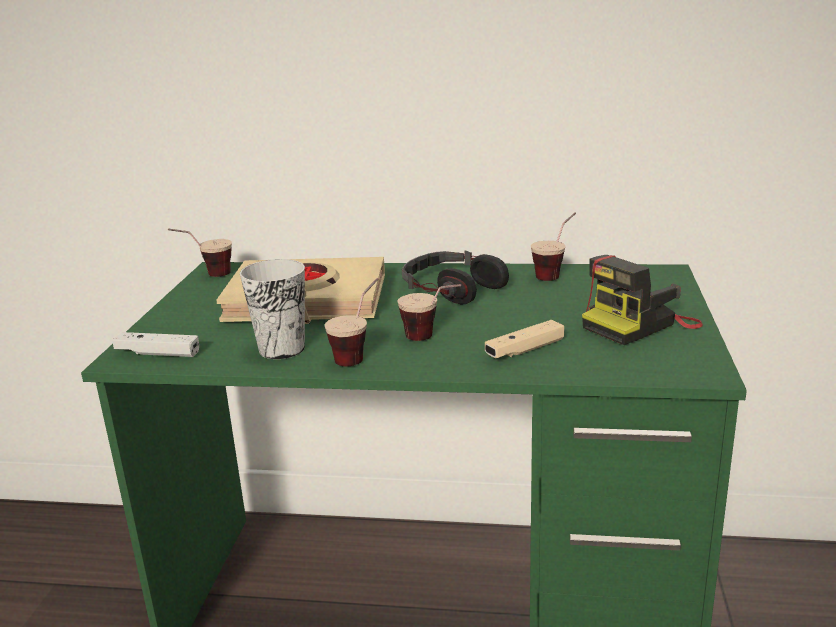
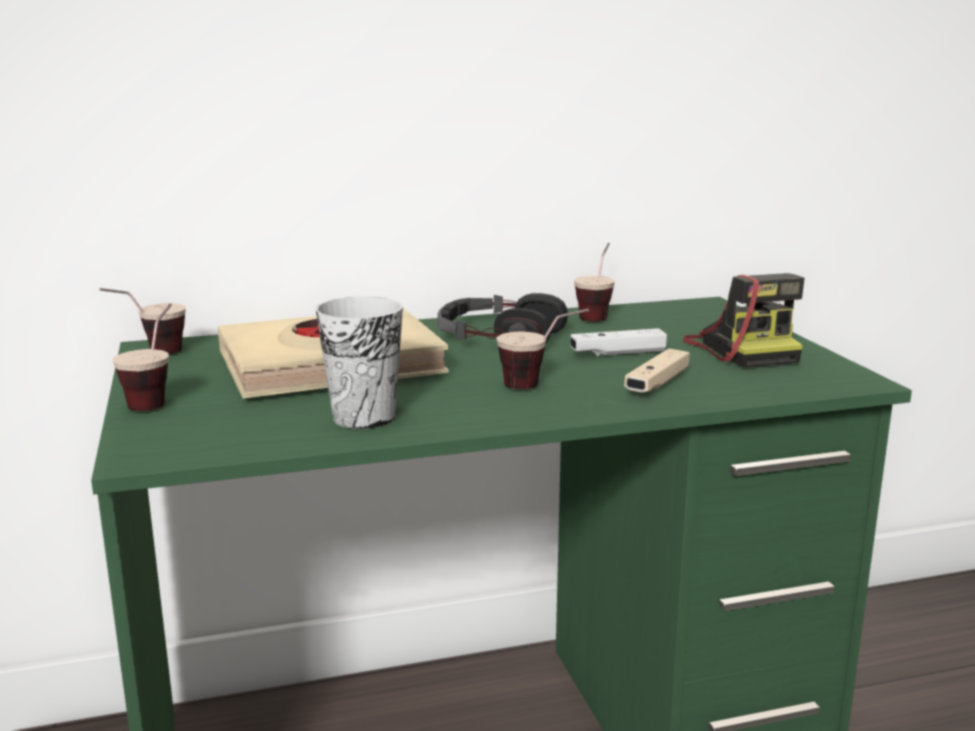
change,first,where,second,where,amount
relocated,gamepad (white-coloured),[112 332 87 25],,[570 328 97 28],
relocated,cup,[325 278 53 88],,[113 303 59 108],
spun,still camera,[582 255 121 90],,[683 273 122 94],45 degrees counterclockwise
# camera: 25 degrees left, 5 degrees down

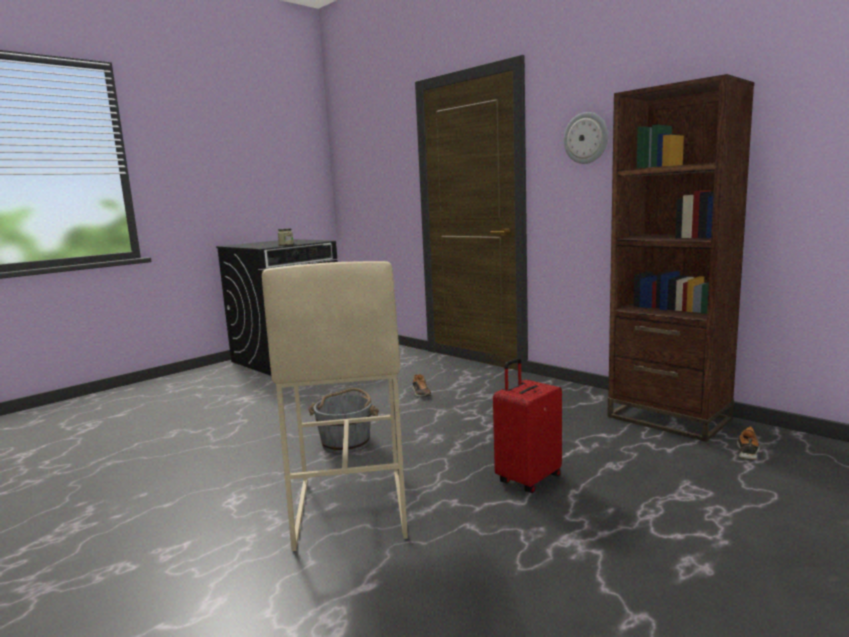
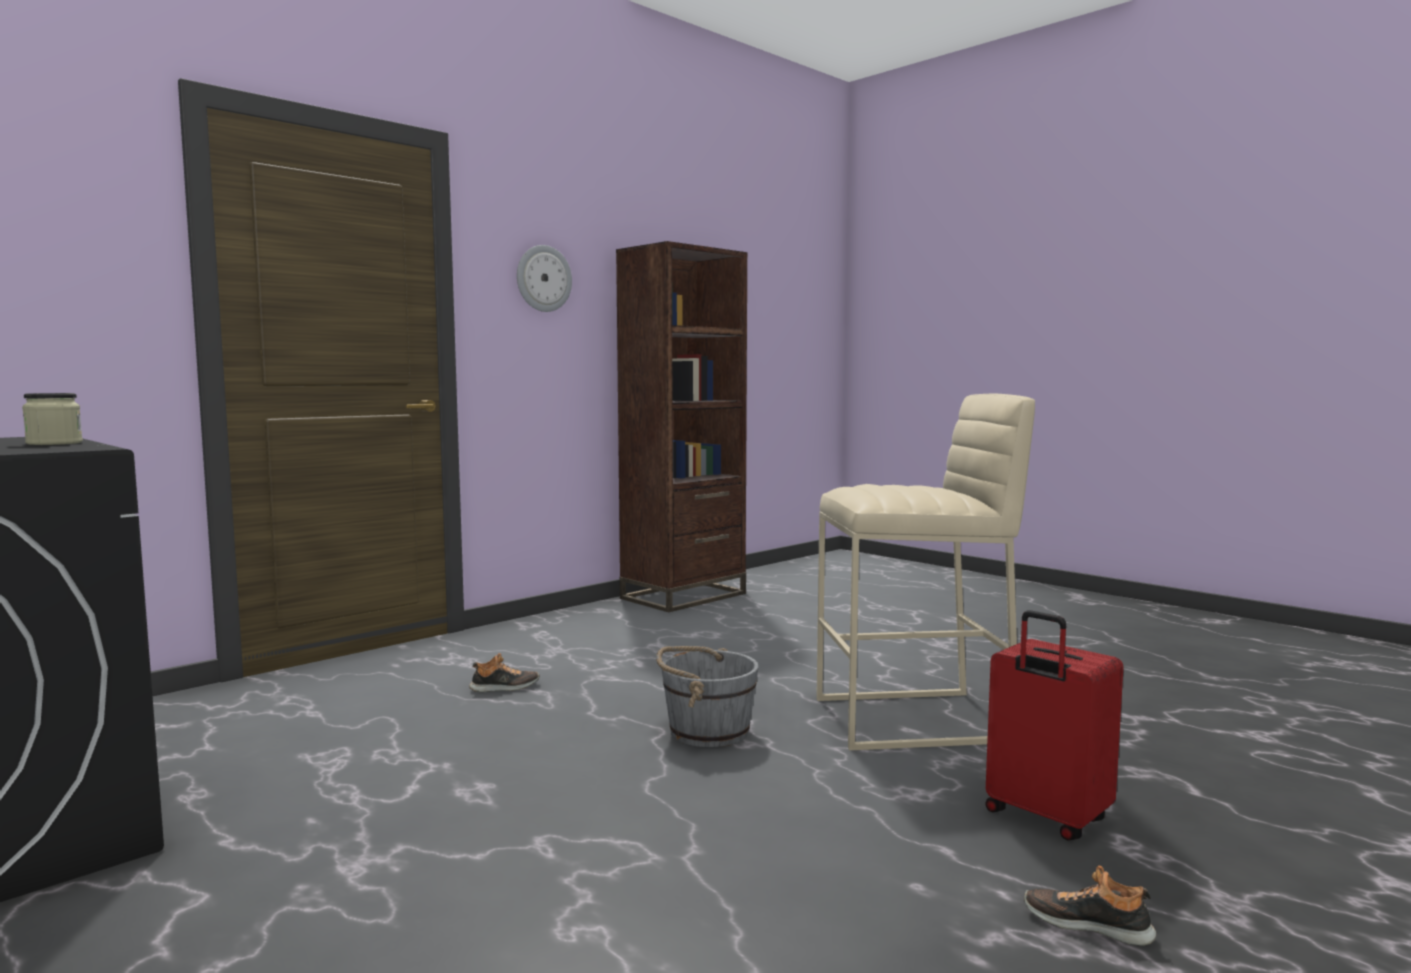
change,first,where,second,where,amount
relocated,piece of luggage (red-coloured),[493 358 69 135],,[985 610 138 231],
relocated,shoe,[737 427 23 33],,[1024 866 132 80],
# camera: 90 degrees left, 5 degrees down

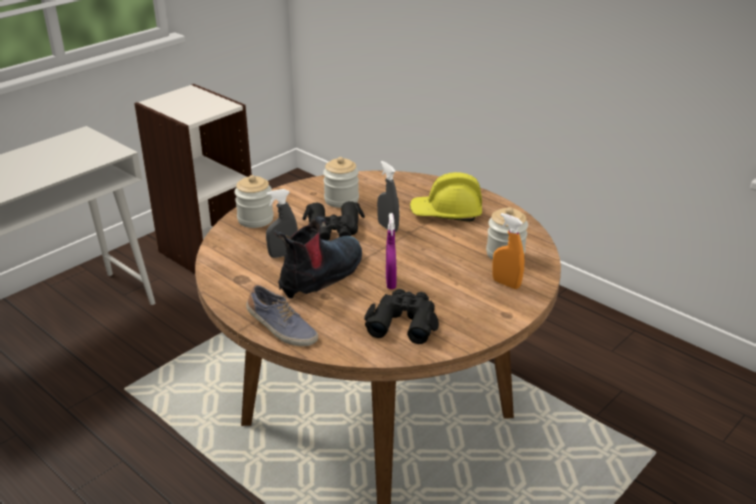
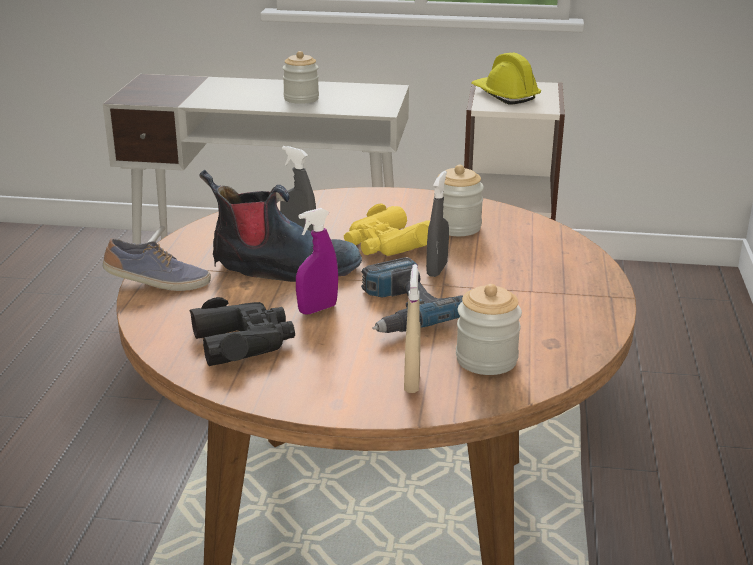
change,first,where,second,where,amount
relocated,preserve jar,[235 175 39 53],,[283 51 36 53],
spun,shoe,[246 285 72 61],,[103 238 108 53],90 degrees counterclockwise
colour,binoculars (blackish),[302 201 63 40],binoculars (yellow),[344 204 86 52],
relocated,work helmet (yellow),[410 172 72 50],,[472 52 69 53],
colour,hand sprayer (orange-coloured),[493 213 31 76],hand sprayer (sand-coloured),[404 264 17 129],
appeared,,,power drill,[361 257 102 76],
# camera: 55 degrees right, 5 degrees down

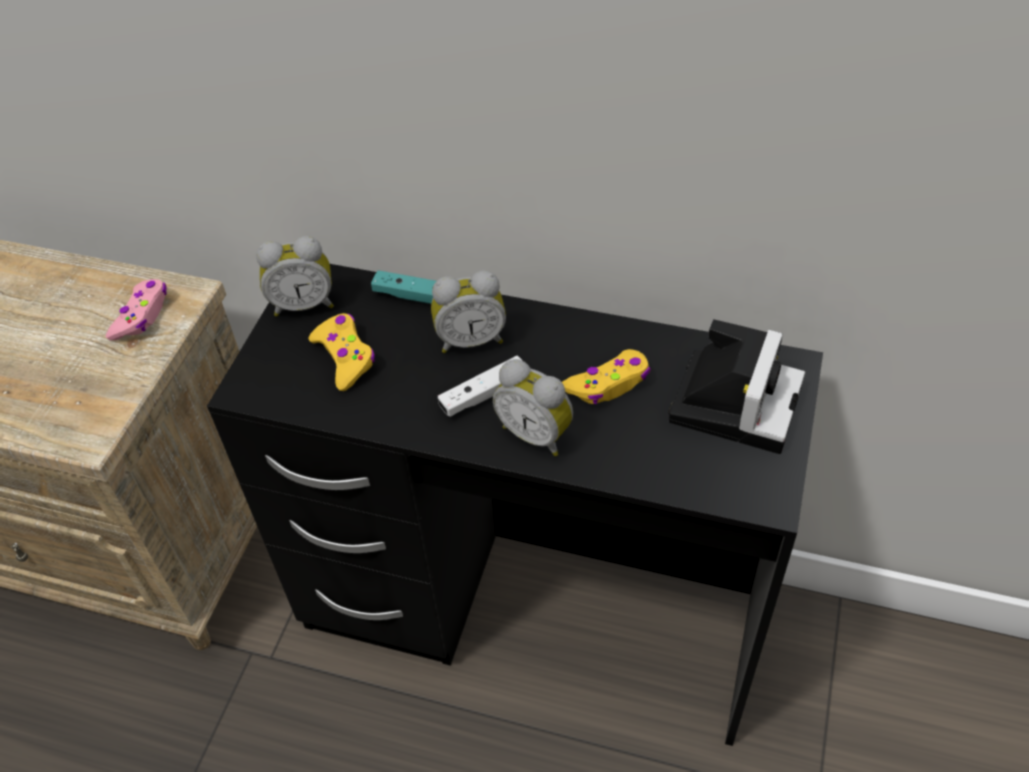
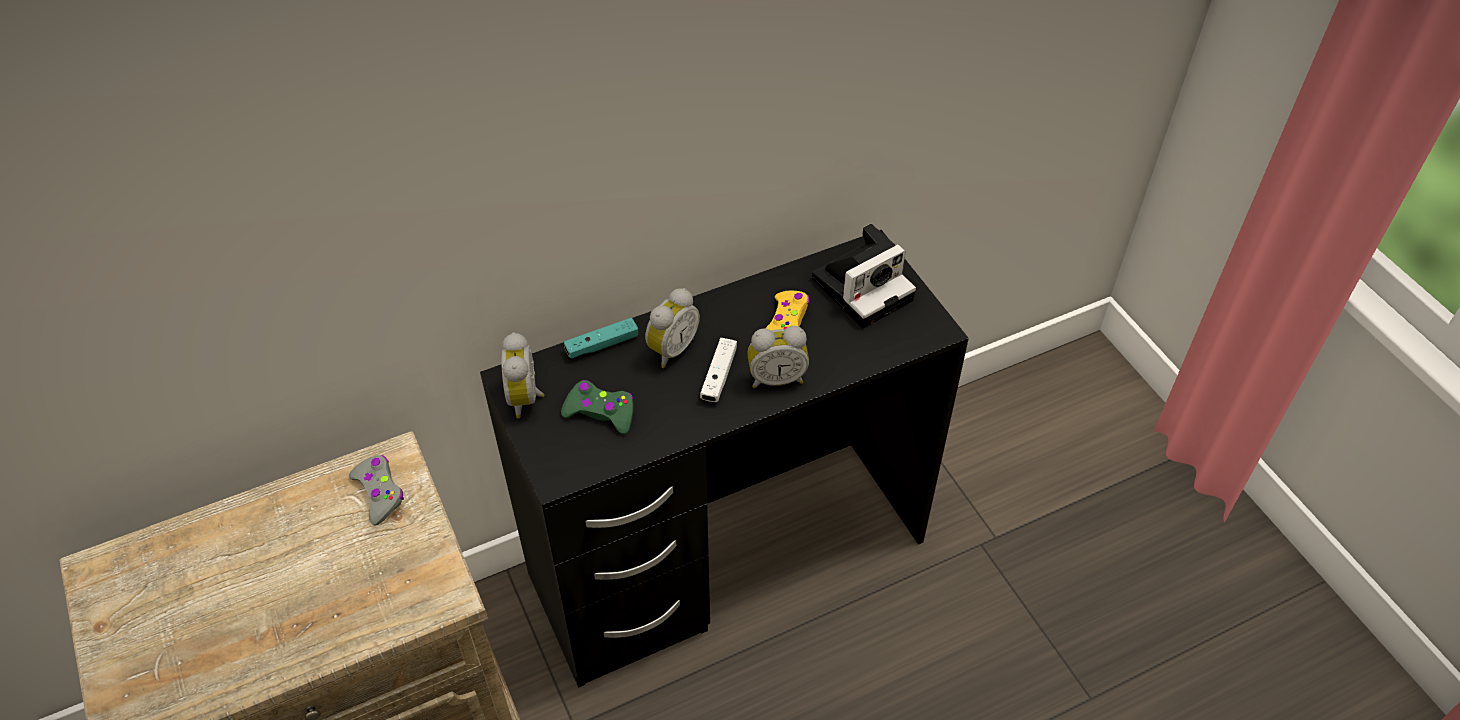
change,first,where,second,where,amount
colour,gamepad (pink),[106 279 61 61],gamepad (grey),[349 455 55 71],
spun,table clock,[256 236 78 80],,[501 332 44 86],135 degrees clockwise
colour,gamepad (yellow),[309 313 66 78],gamepad (green-coloured),[561 380 73 54],
spun,still camera,[668 319 137 135],,[812 224 104 104],75 degrees clockwise
# camera: 45 degrees left, 0 degrees up

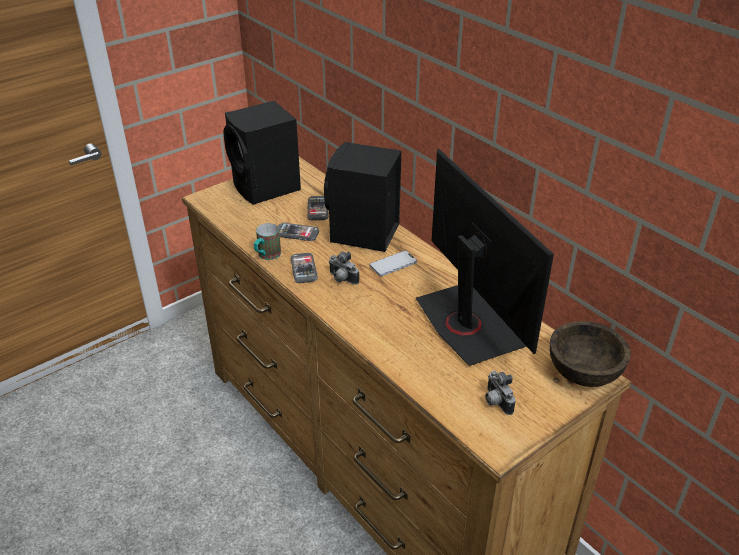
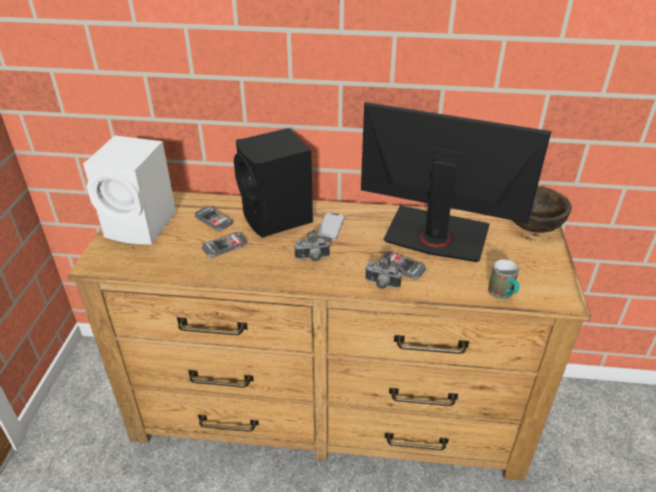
change,first,where,second,where,amount
colour,loudspeaker (blackish),[223 101 78 104],loudspeaker (white-coloured),[83 135 93 110],
relocated,coffee mug,[254 223 27 37],,[488 259 32 41],
relocated,telephone,[291 253 27 30],,[383 251 43 28],
relocated,still camera,[485 370 31 45],,[366 256 36 33],
# camera: 45 degrees left, 0 degrees up

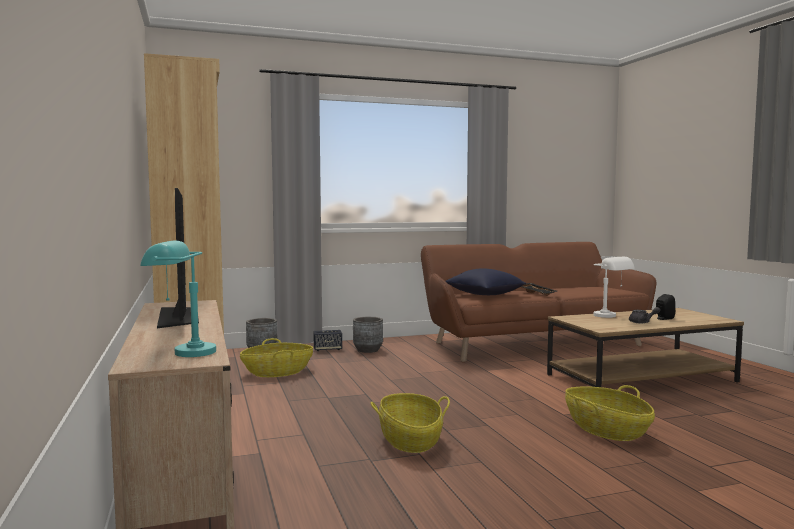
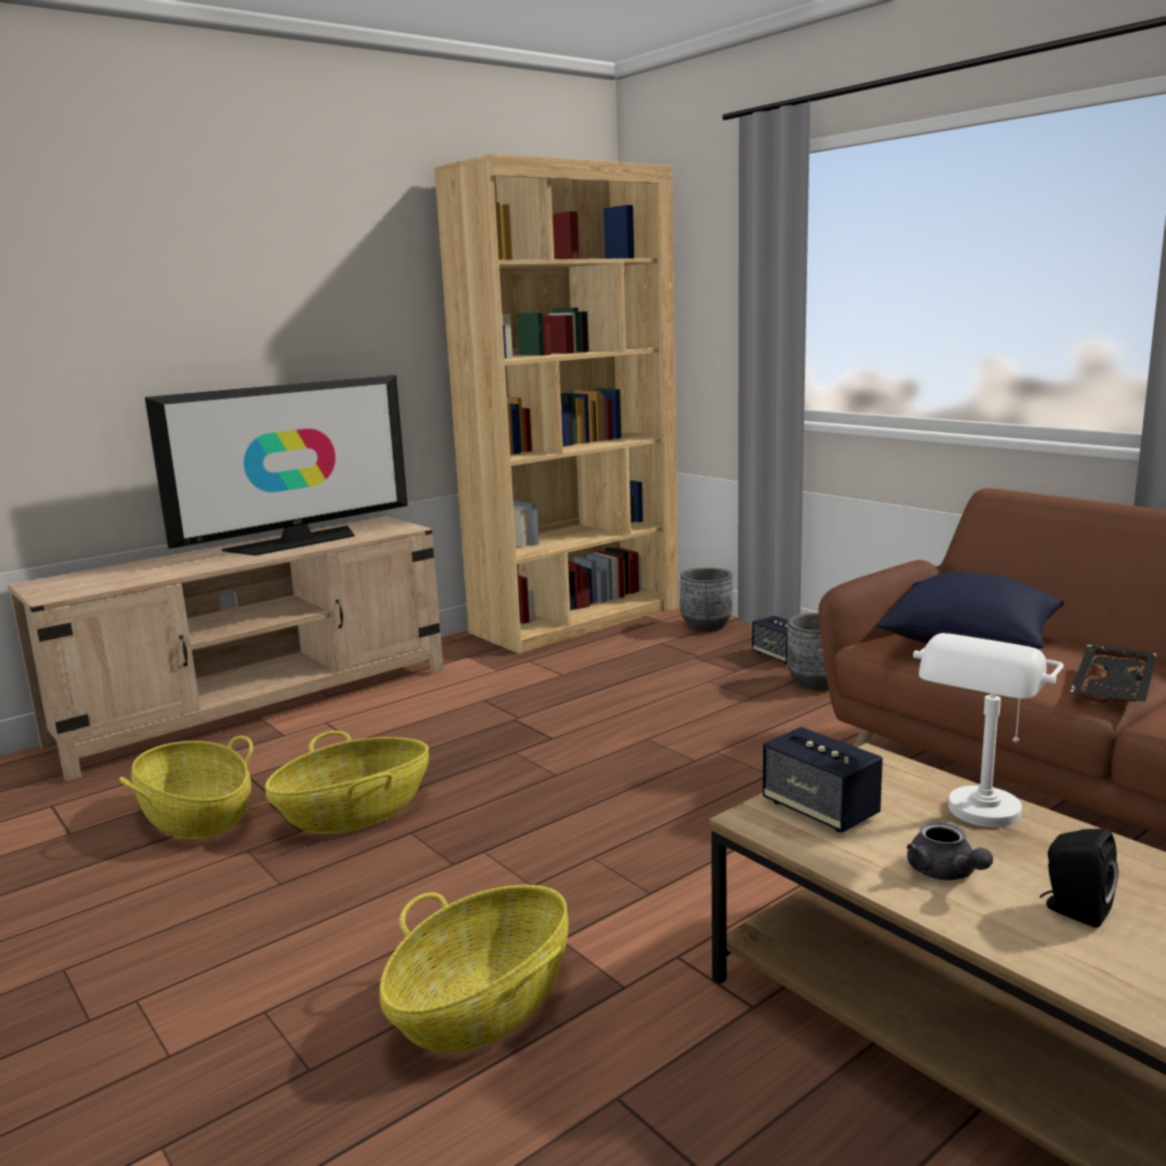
change,first,where,second,where,amount
missing,lamp for a table (blue-green),[140 240 76 117],,,
relocated,basket,[240 338 73 39],,[119 736 134 103],
appeared,,,loudspeaker,[763 727 120 105],
# camera: 70 degrees right, 10 degrees up

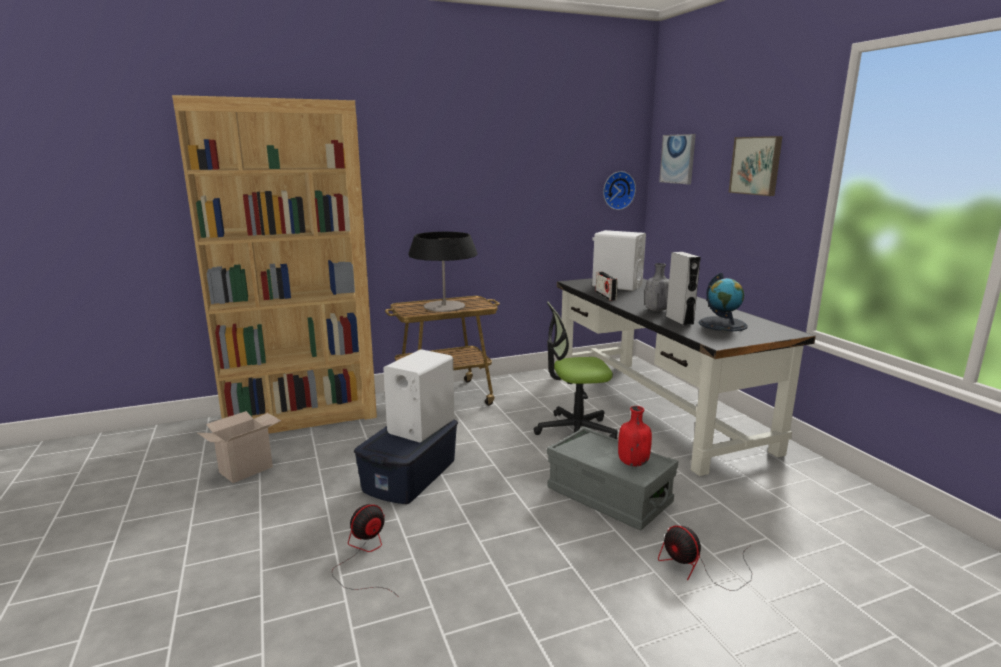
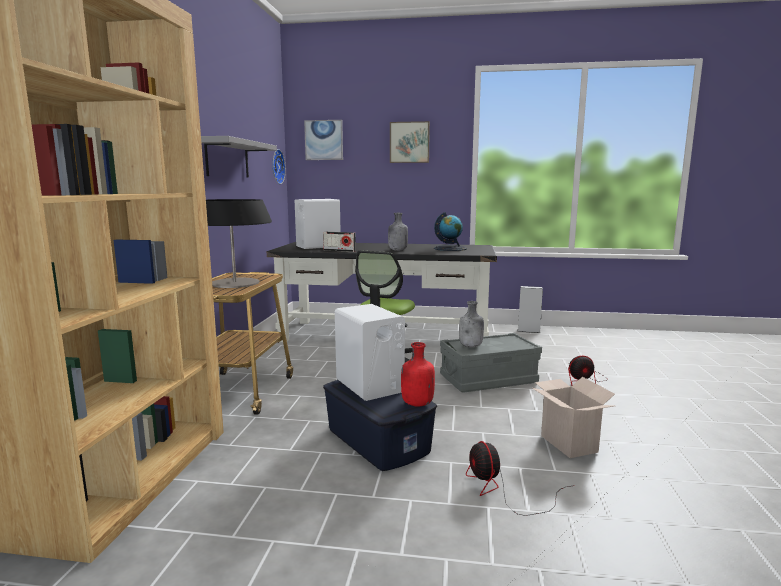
change,first,where,second,where,amount
relocated,carton,[198 411 83 72],,[532 377 83 81],
relocated,beverage bottle (red-coloured),[618 406 34 60],,[401 342 34 65],
relocated,loudspeaker (grey),[666 252 35 74],,[518 286 25 47],
appeared,,,shelf (grey),[201 136 76 41],
appeared,,,beverage bottle (grey),[459 301 25 46],
# camera: 60 degrees left, 5 degrees down

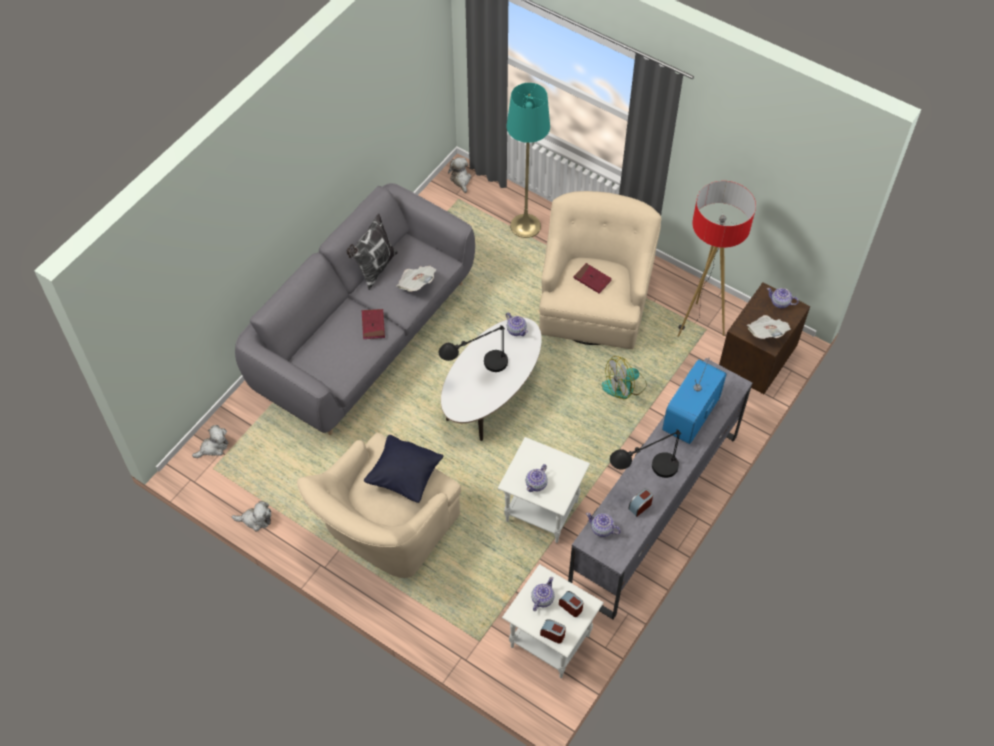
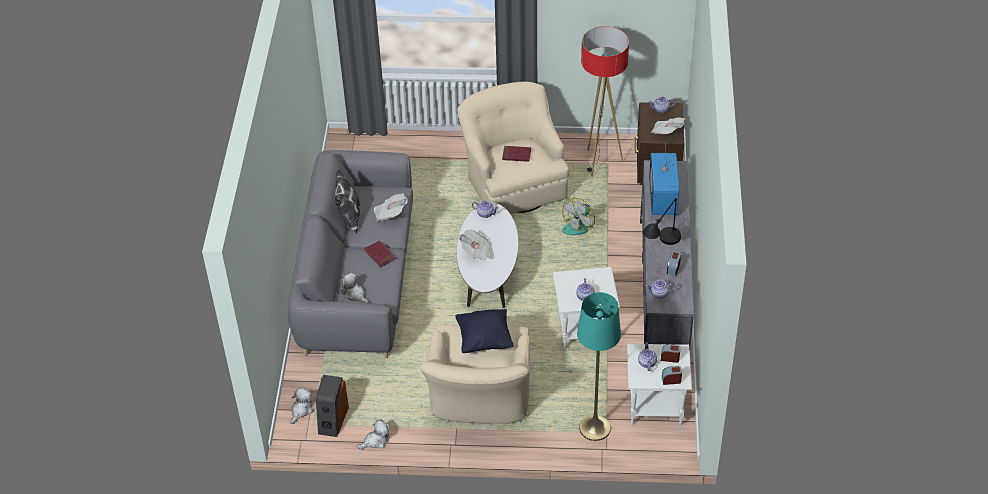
change,first,where,second,where,amount
exchanged,lamp for a table (blackish),[439 325 69 47],printed paper,[459 230 36 30],
relocated,cuddly toy,[448 158 23 35],,[340 273 29 30],
relocated,floor lamp (blue-green),[507 83 43 155],,[577 292 44 149],
appeared,,,loudspeaker,[316 375 33 62],
# camera: 30 degrees left, 10 degrees down

